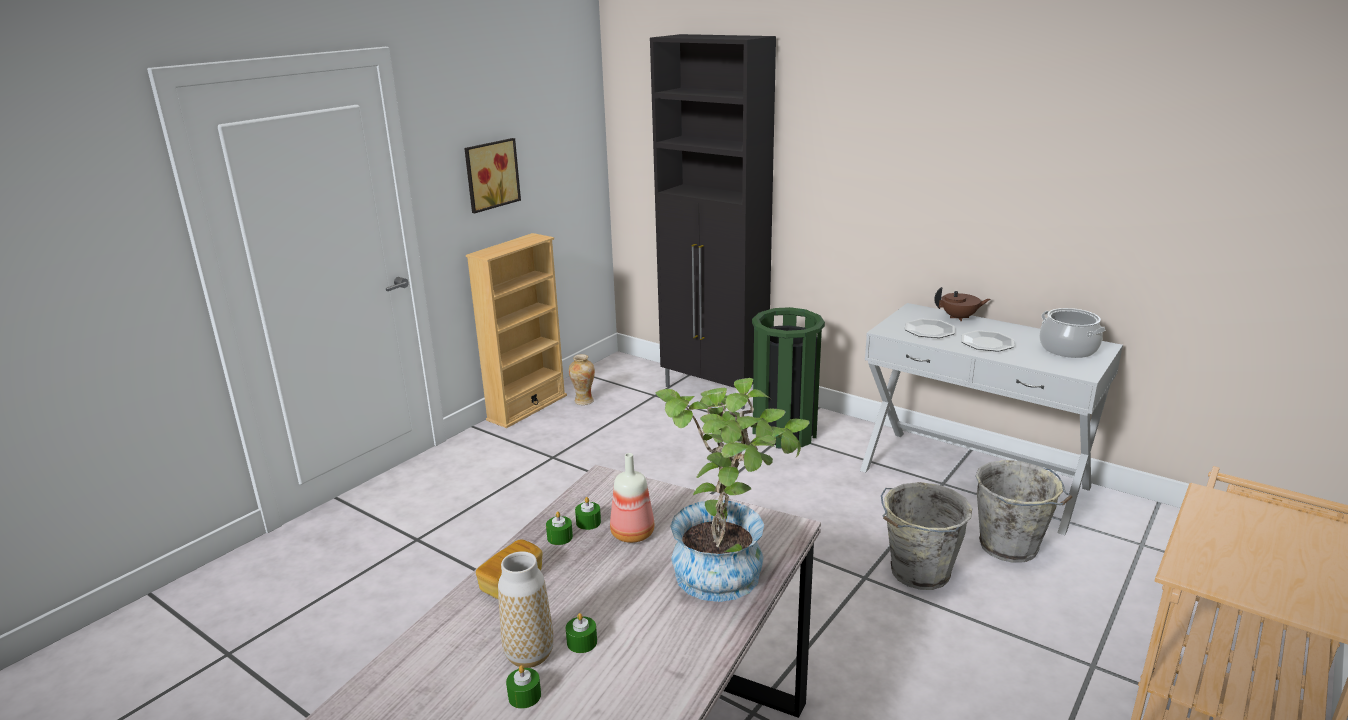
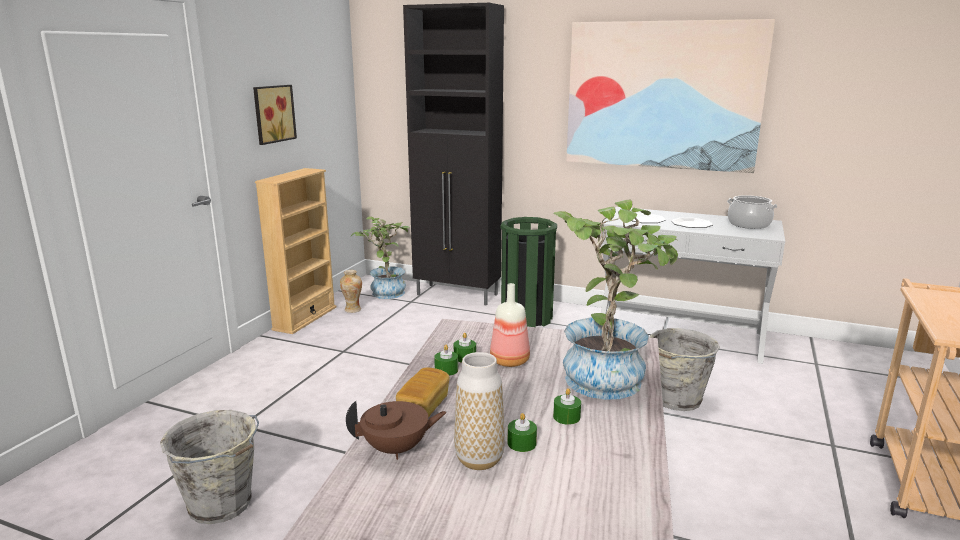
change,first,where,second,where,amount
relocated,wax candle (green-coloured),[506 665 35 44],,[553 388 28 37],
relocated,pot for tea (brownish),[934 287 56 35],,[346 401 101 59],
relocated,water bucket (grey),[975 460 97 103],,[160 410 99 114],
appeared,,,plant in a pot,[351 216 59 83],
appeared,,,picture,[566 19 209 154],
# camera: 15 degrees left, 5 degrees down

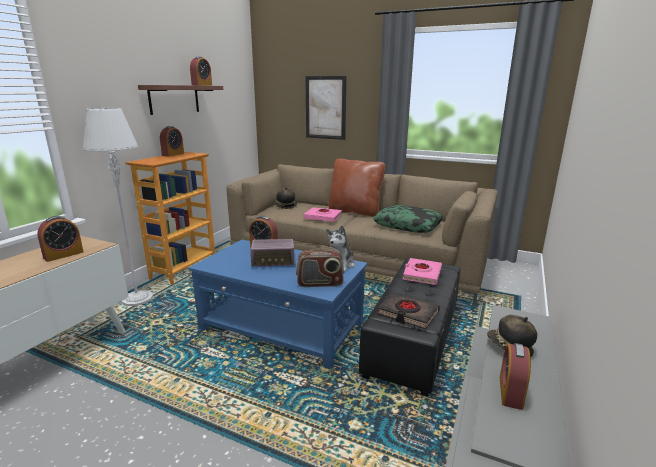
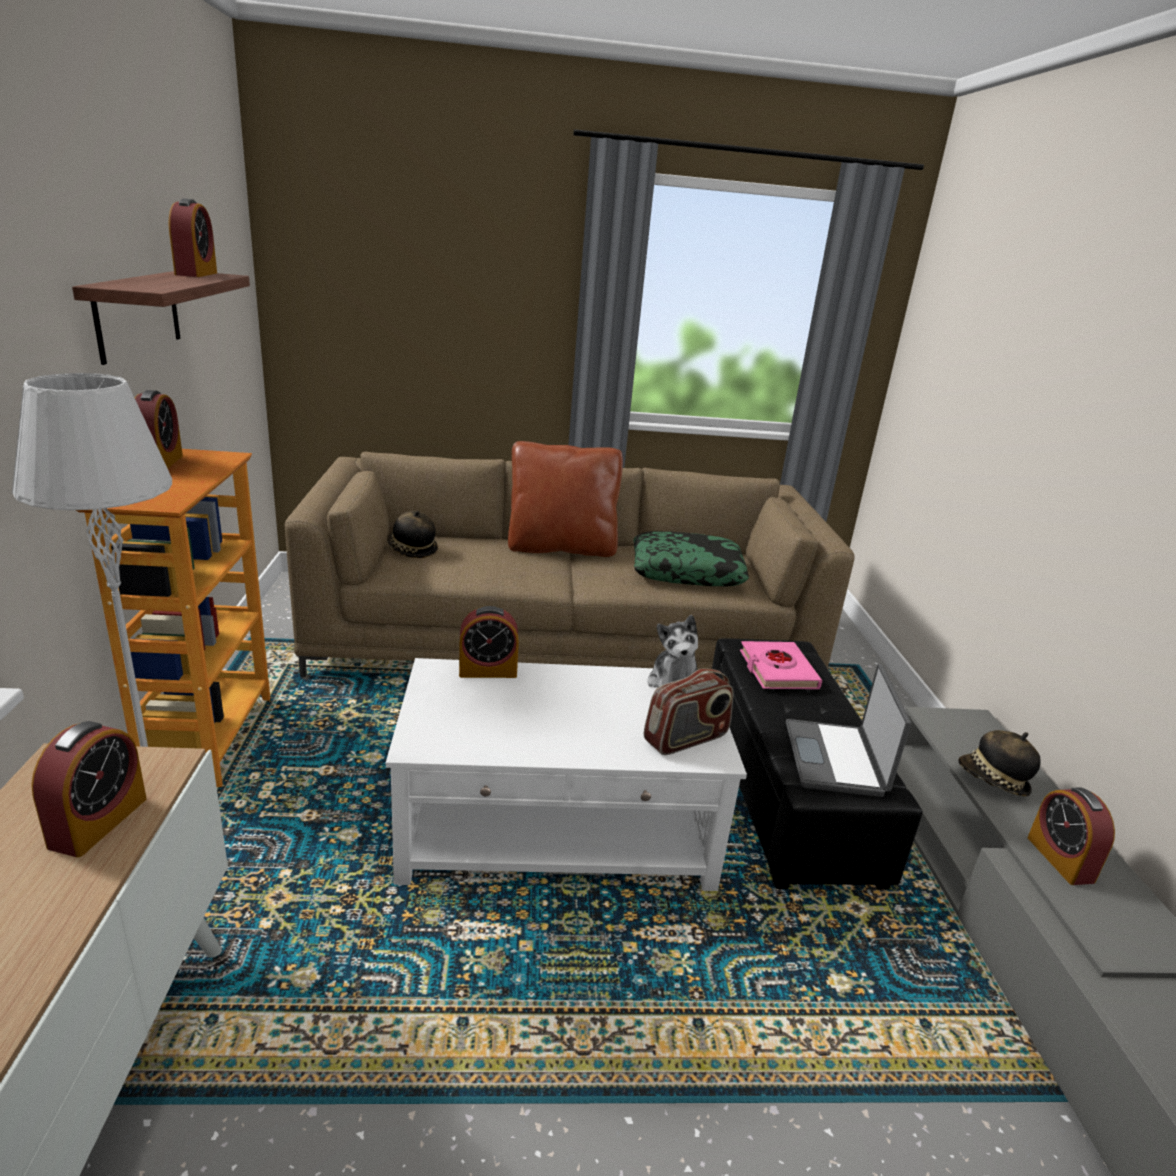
change,first,where,second,where,amount
colour,low table (blue-coloured),[189 240 178 129],low table (white-coloured),[386 658 361 233],
missing,radio,[251 239 43 27],,,
missing,volume (pink),[303 207 39 15],,,
missing,picture,[305 76 42 64],,,
exchanged,volume (blackish),[377 292 63 37],portable computer,[786 664 125 133],
# camera: 30 degrees left, 5 degrees up

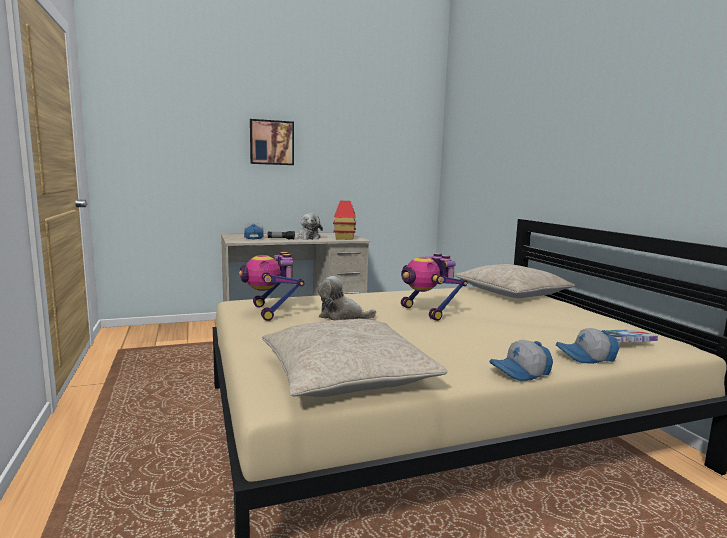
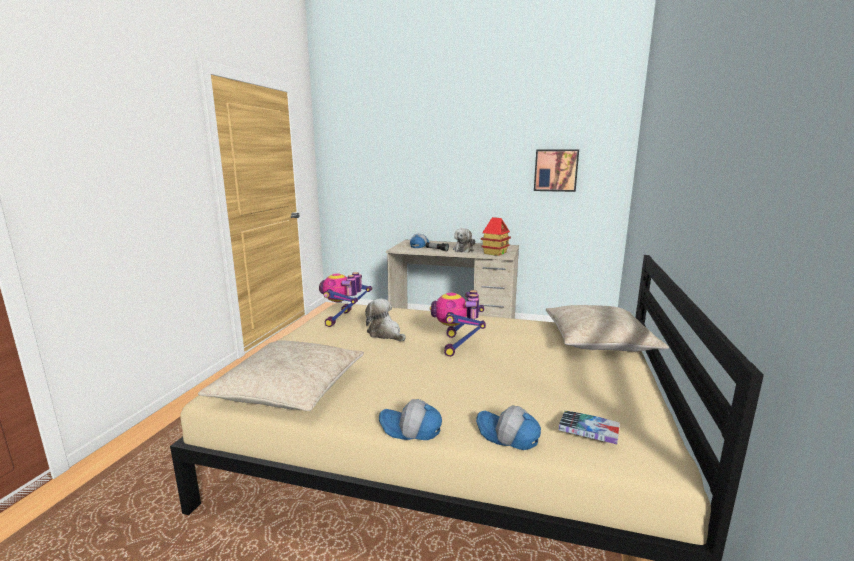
change,first,where,second,where,amount
relocated,picture,[250 119 44 46],,[534 149 45 43],
# camera: 35 degrees right, 5 degrees up

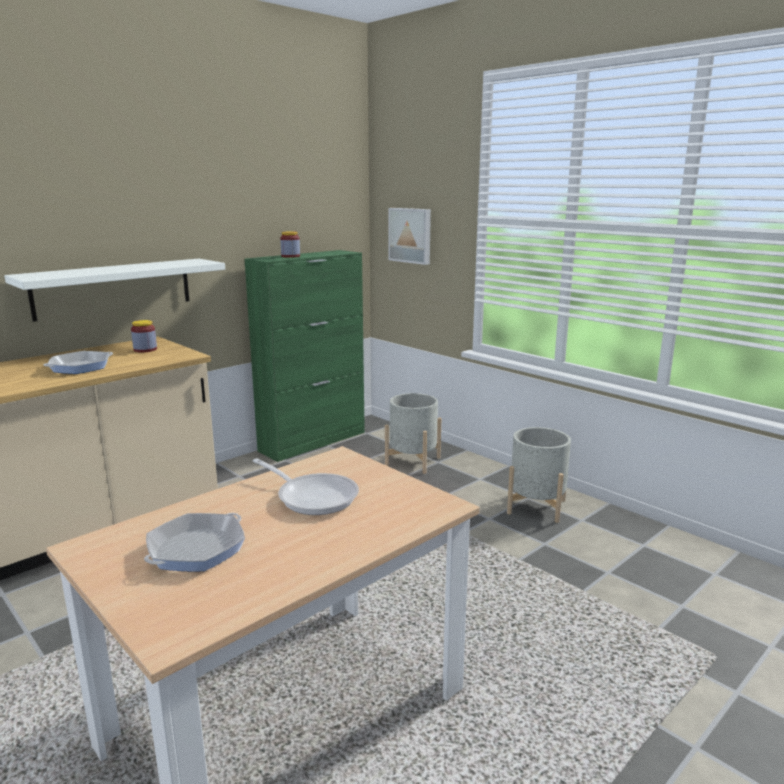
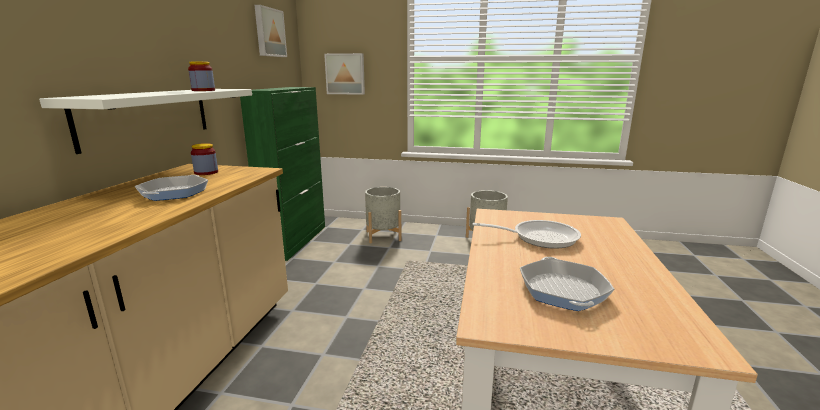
change,first,where,second,where,amount
relocated,preserve jar,[280 231 20 27],,[188 62 27 29],
appeared,,,picture,[254 5 33 52],
# camera: 35 degrees left, 0 degrees up

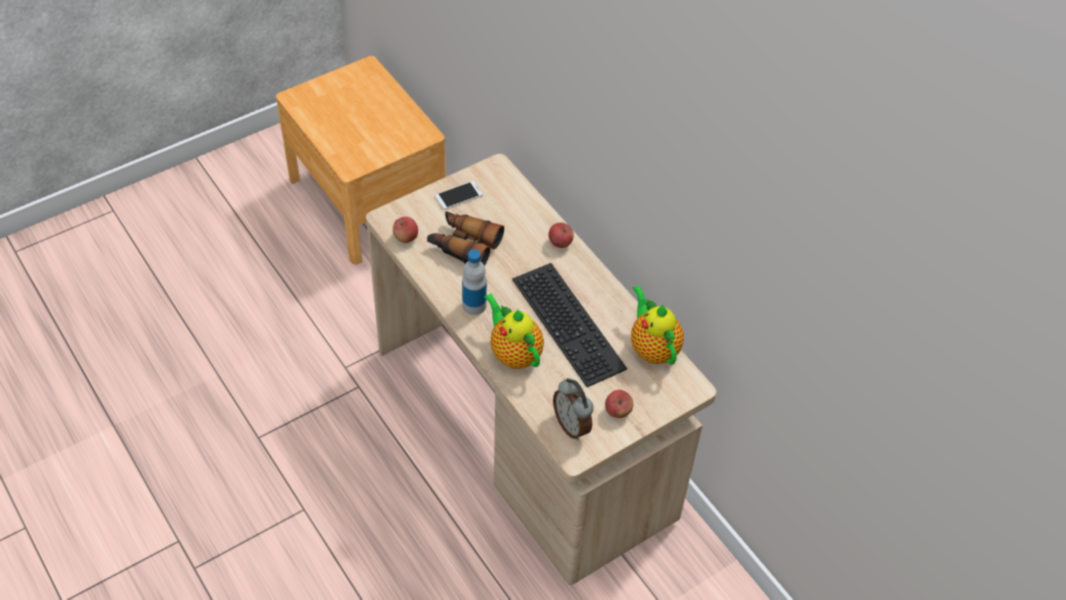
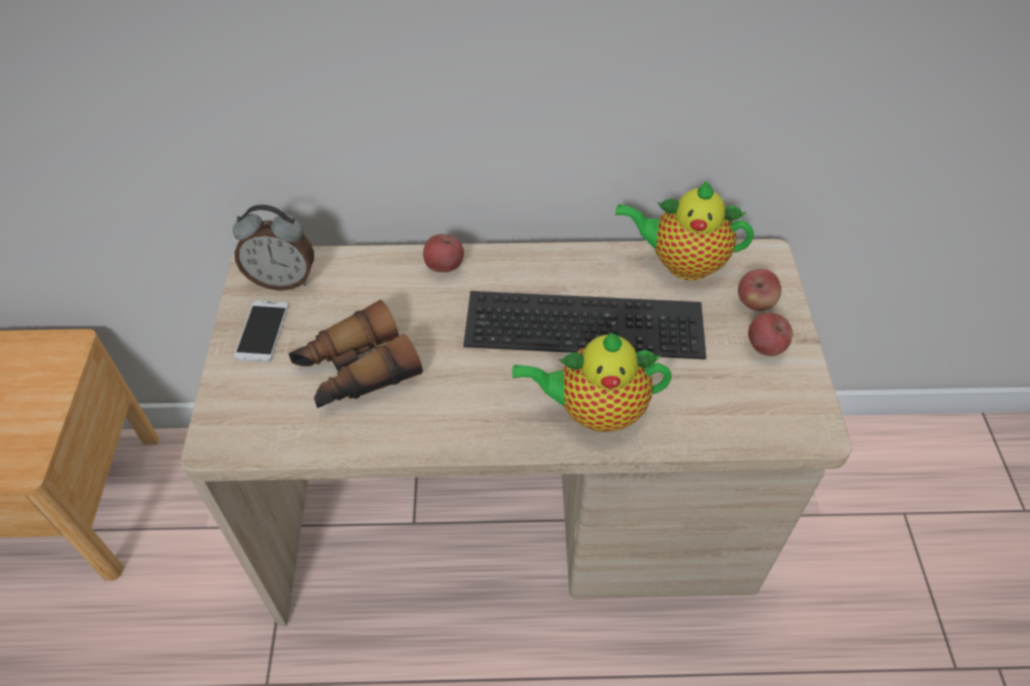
change,first,where,second,where,amount
relocated,apple fruit,[393 217 25 26],,[738 269 43 42],
missing,beverage bottle,[462 249 25 66],,,
relocated,table clock,[553 378 41 62],,[233 205 81 86],
# camera: 55 degrees left, 0 degrees up

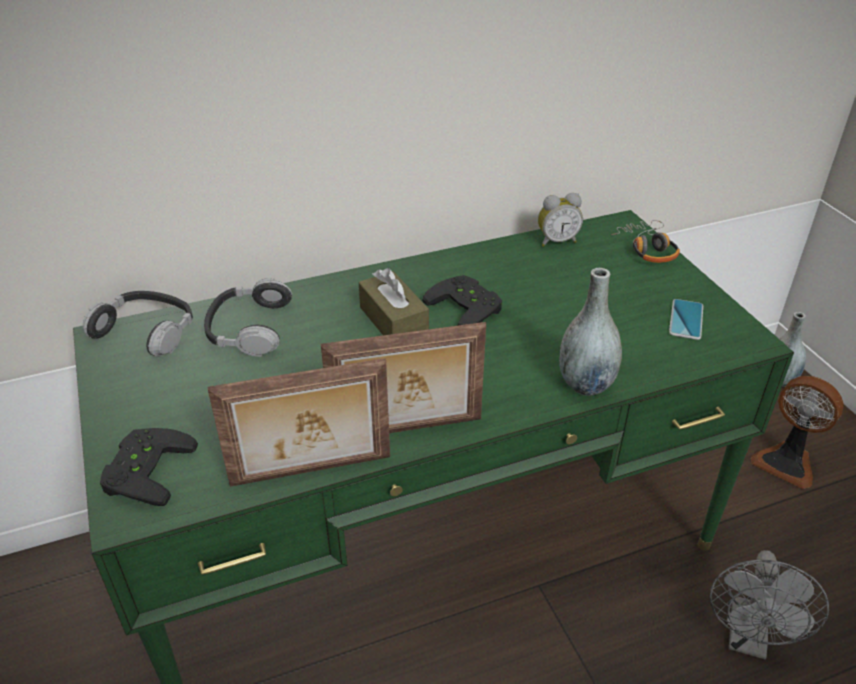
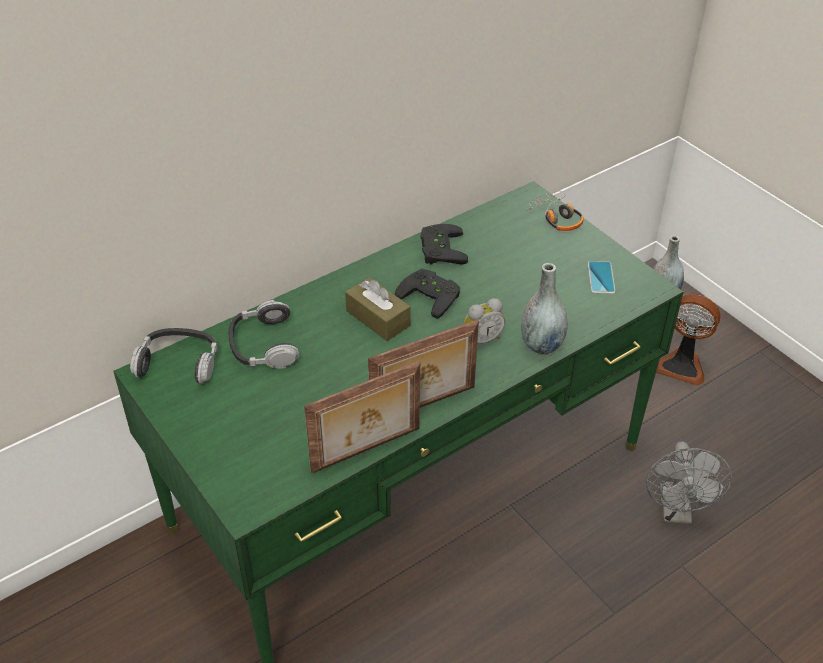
change,first,where,second,where,amount
relocated,gamepad (blackish),[100 428 98 78],,[421 224 47 40],
relocated,table clock,[538 193 45 54],,[464 298 41 46],
# camera: 15 degrees left, 5 degrees up

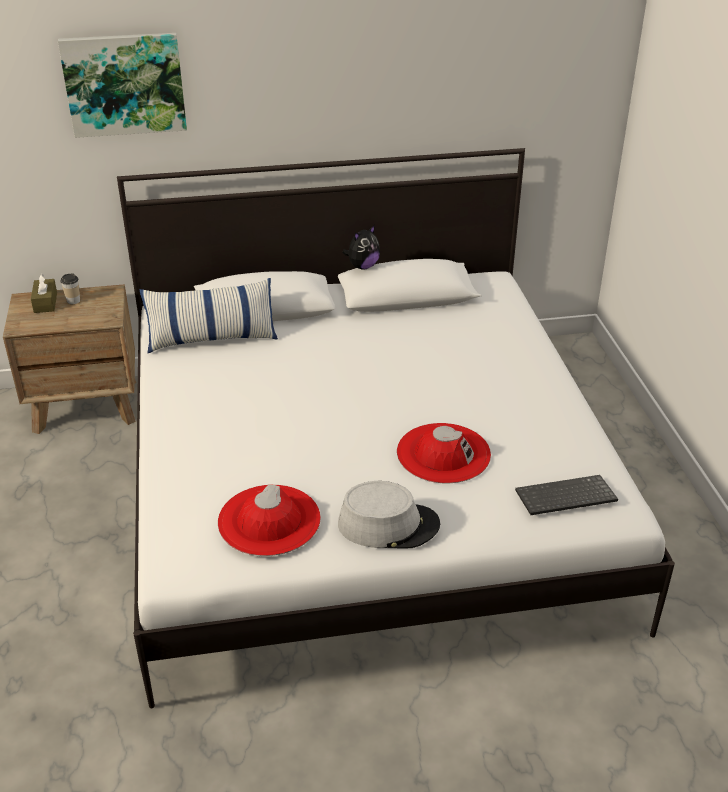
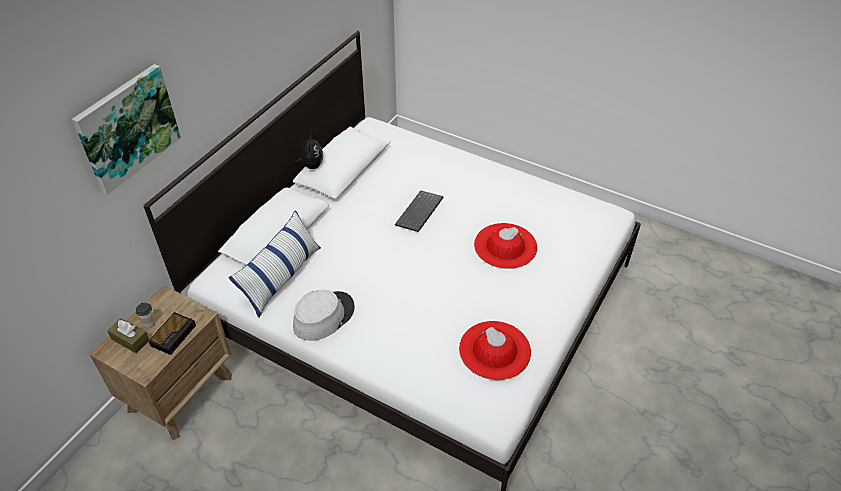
change,first,where,second,where,amount
relocated,hat (grey),[338 481 102 68],,[293 289 62 52],
relocated,keyboard,[515 475 103 40],,[395 191 49 41],
appeared,,,table clock,[148 312 48 43],
# camera: 50 degrees left, 10 degrees up

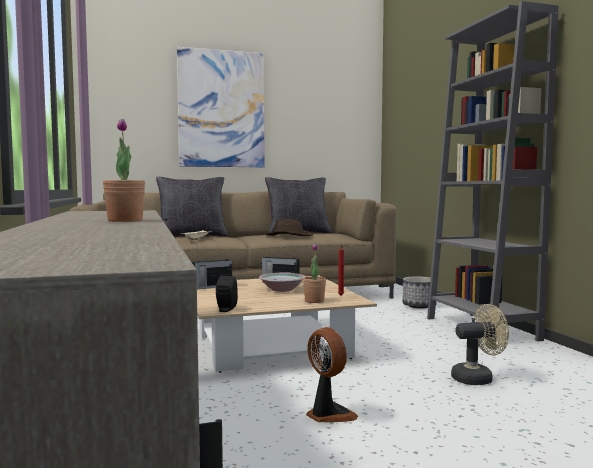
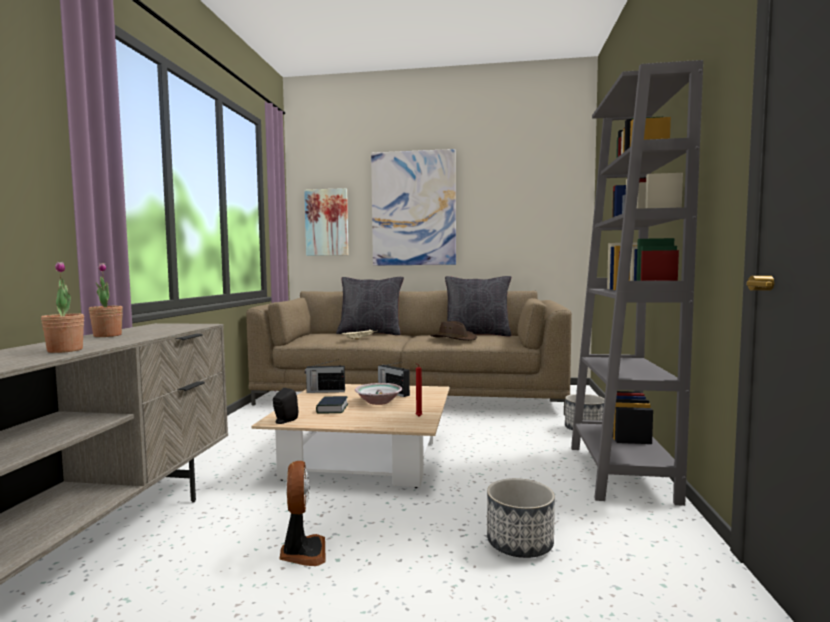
change,first,where,second,where,amount
relocated,plant in a pot,[303 243 23 60],,[89 263 34 74],
exchanged,electric fan (sand-coloured),[451 304 58 81],plant pot,[487 478 68 80],
appeared,,,picture,[304 188 45 68],
appeared,,,volume,[316 396 32 18],
# camera: 25 degrees right, 0 degrees up

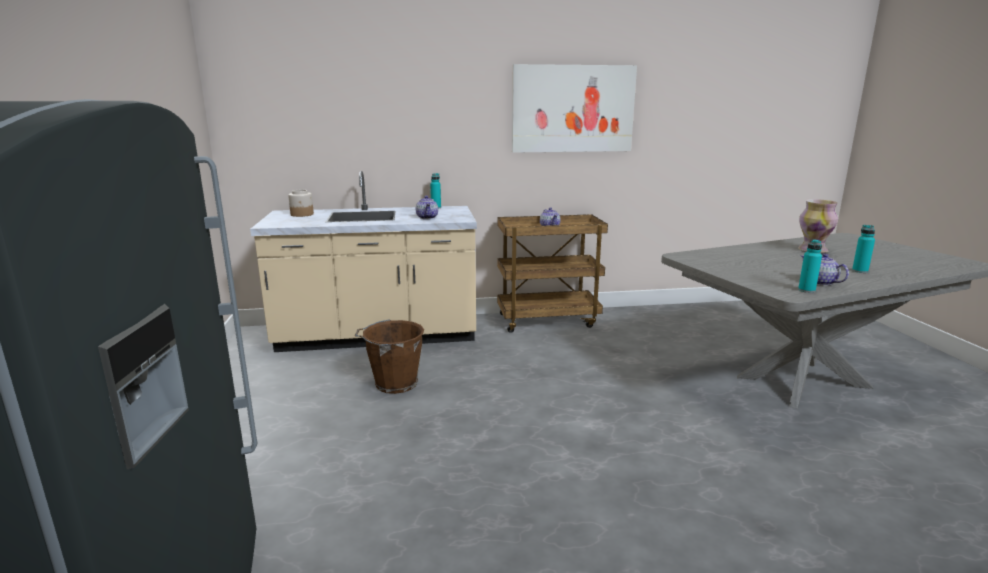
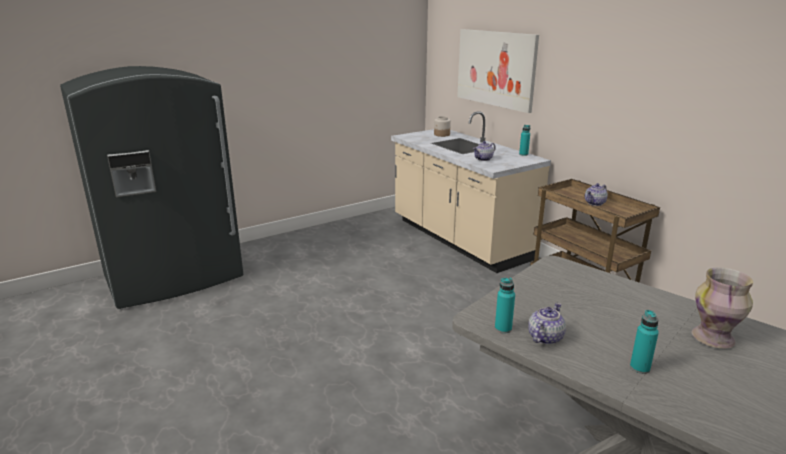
change,first,where,second,where,amount
missing,water bucket (brownish),[355 319 69 75],,,
relocated,picture,[512 64 125 89],,[457 29 82 84],
# camera: 65 degrees right, 5 degrees up

